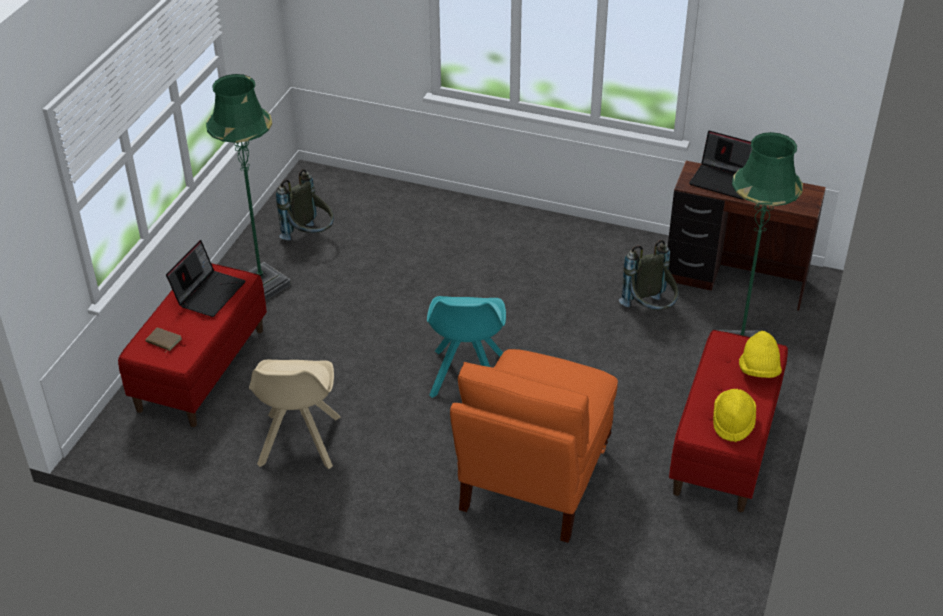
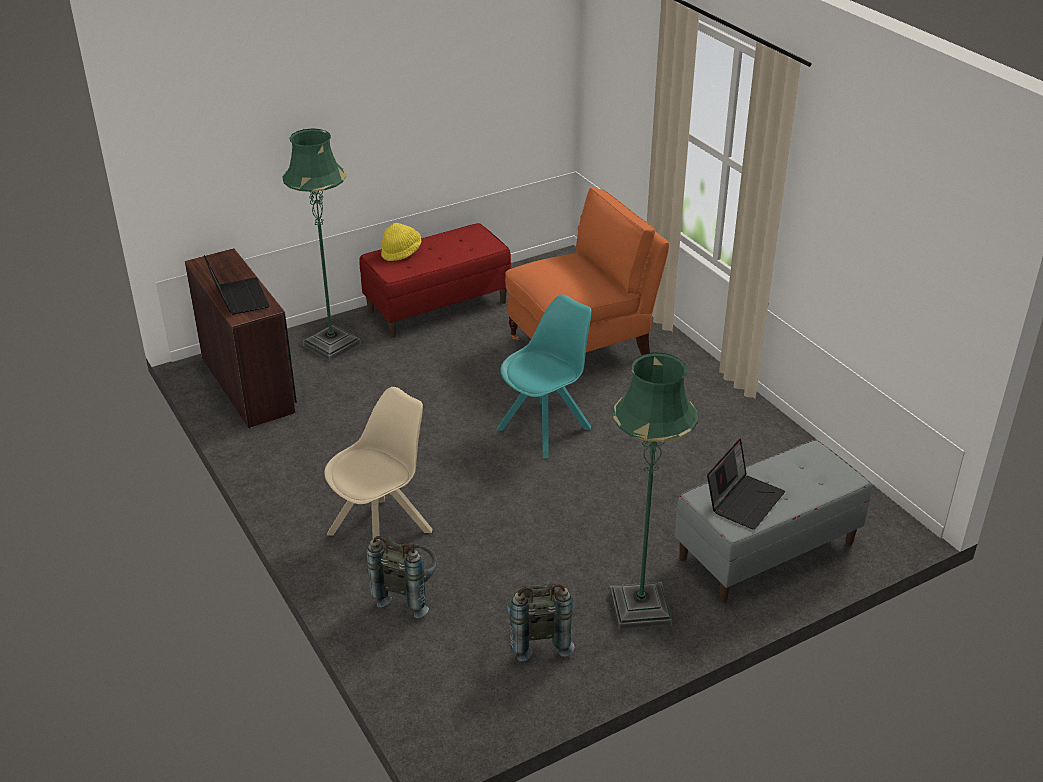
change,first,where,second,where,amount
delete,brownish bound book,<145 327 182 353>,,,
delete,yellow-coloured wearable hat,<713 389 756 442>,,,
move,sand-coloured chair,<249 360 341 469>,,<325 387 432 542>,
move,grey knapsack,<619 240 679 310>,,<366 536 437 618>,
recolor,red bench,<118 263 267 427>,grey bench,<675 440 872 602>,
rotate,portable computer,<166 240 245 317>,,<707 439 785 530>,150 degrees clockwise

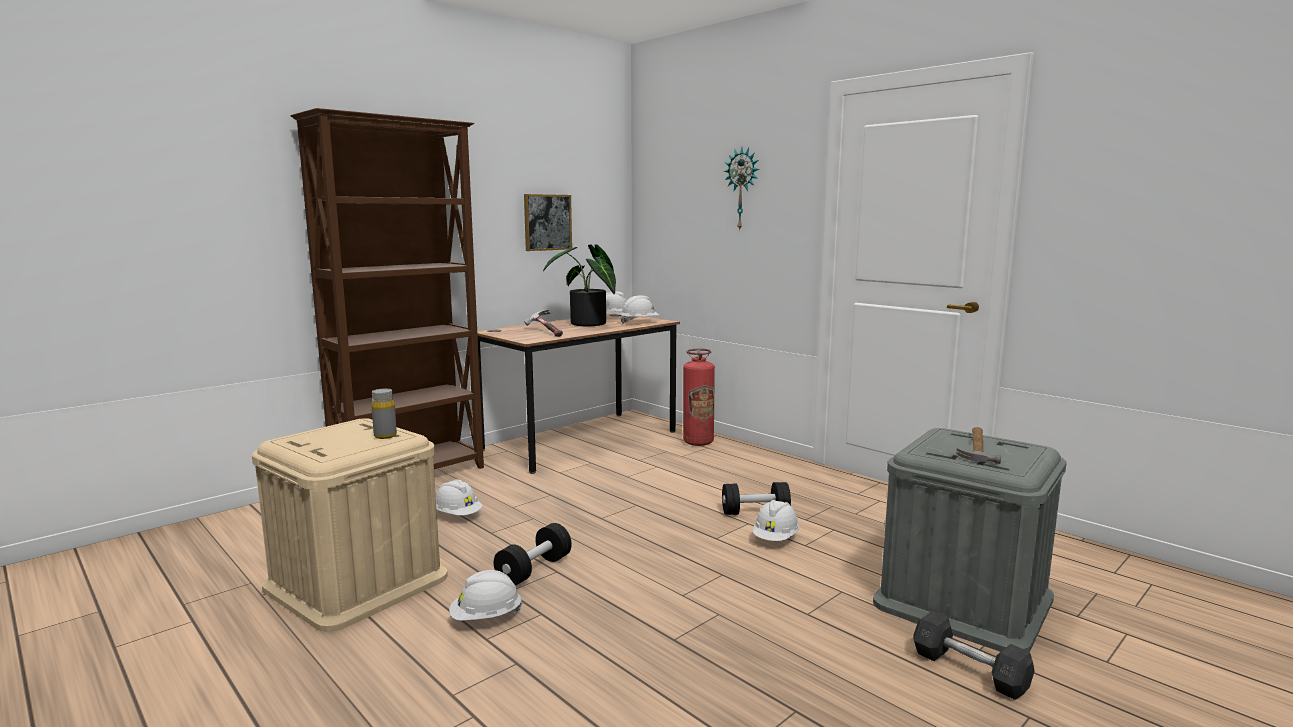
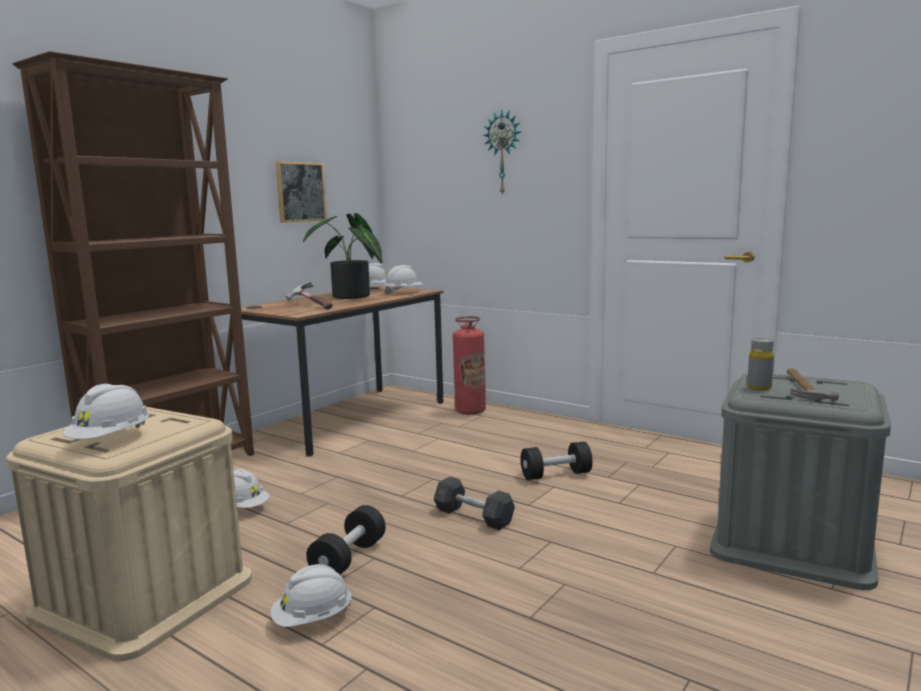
change,first,where,second,where,amount
move,grey bottle,<372 389 397 439>,,<747 338 774 390>,
move,whitish safety helmet,<753 500 799 541>,,<63 384 149 439>,
move,grey hand weight,<913 611 1035 700>,,<433 476 515 530>,

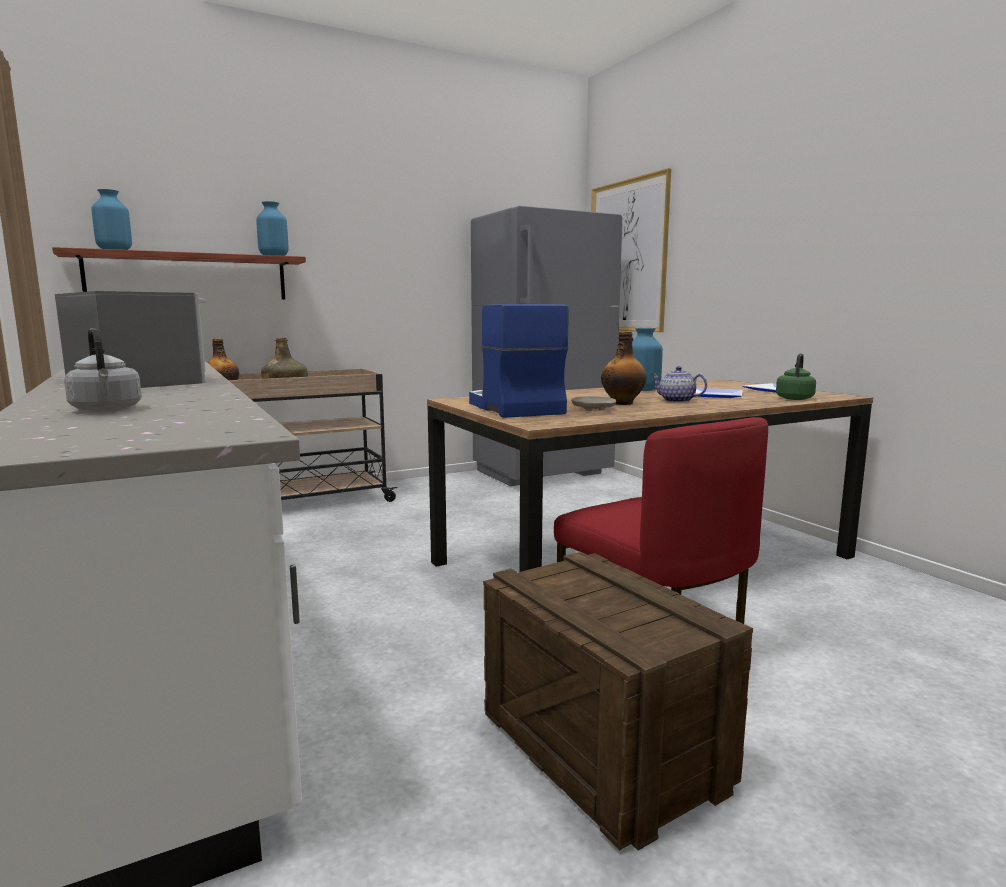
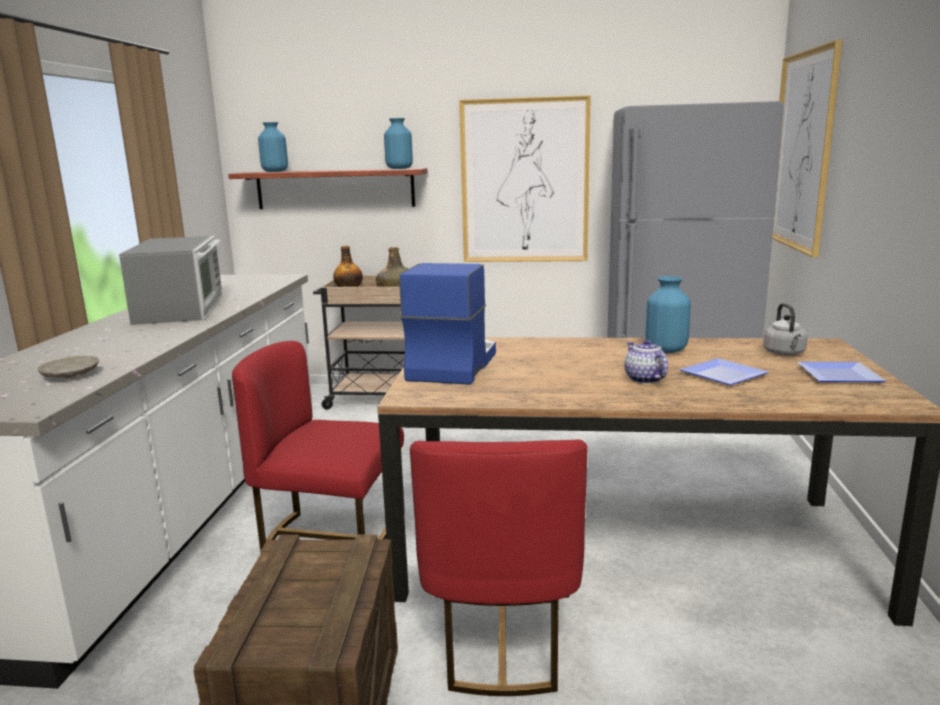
change,first,where,second,where,amount
delete,bottle,<601 331 647 405>,,,
delete,greenish kettle,<776 353 816 400>,,,
insert,,,red chair,<232 341 405 551>,
insert,,,wall art,<459 95 591 262>,
move,grey kettle,<64 328 142 412>,,<763 303 808 356>,
move,sand-coloured flat dish,<571 396 617 411>,,<38 356 99 379>,

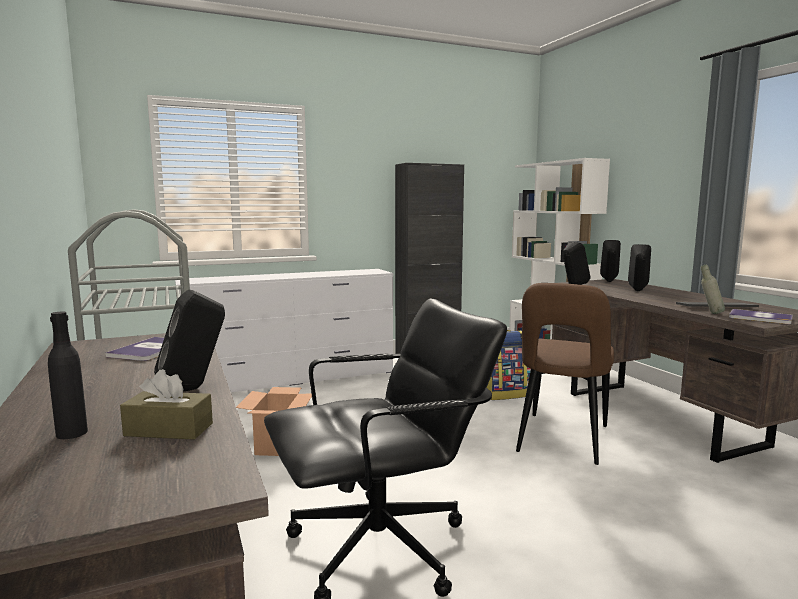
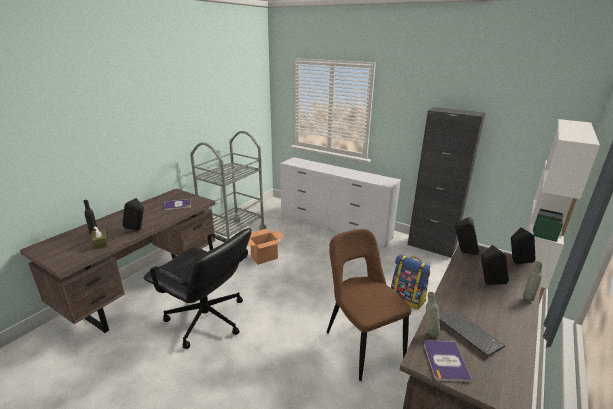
change,first,where,second,where,amount
insert,,,grey bottle,<523 262 542 301>,
rotate,brownish chair,<516 283 614 465>,,<327 229 411 381>,75 degrees clockwise

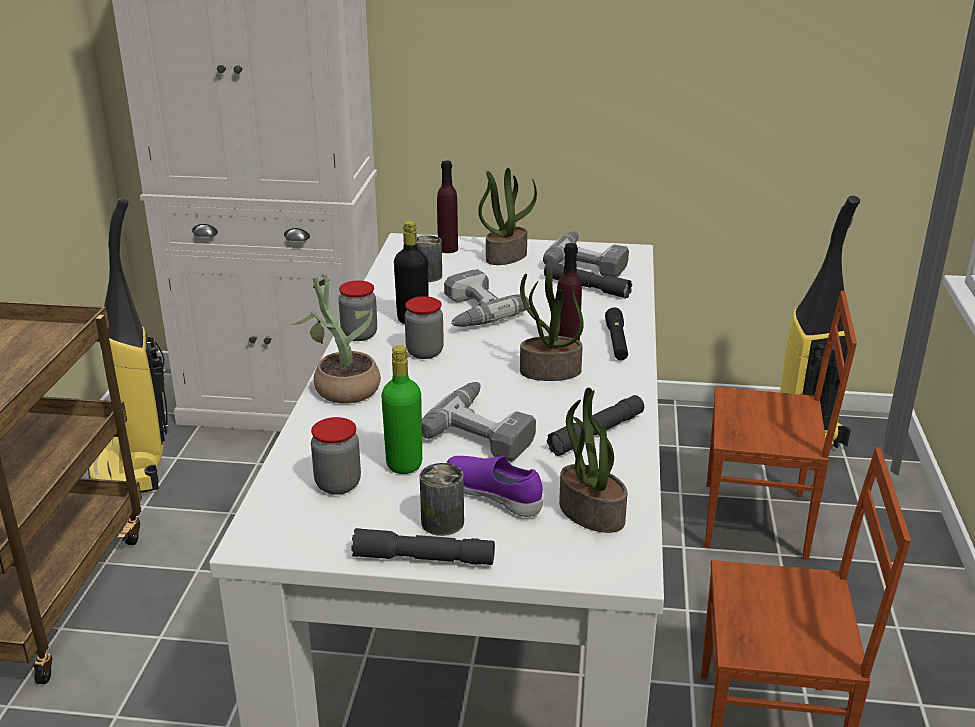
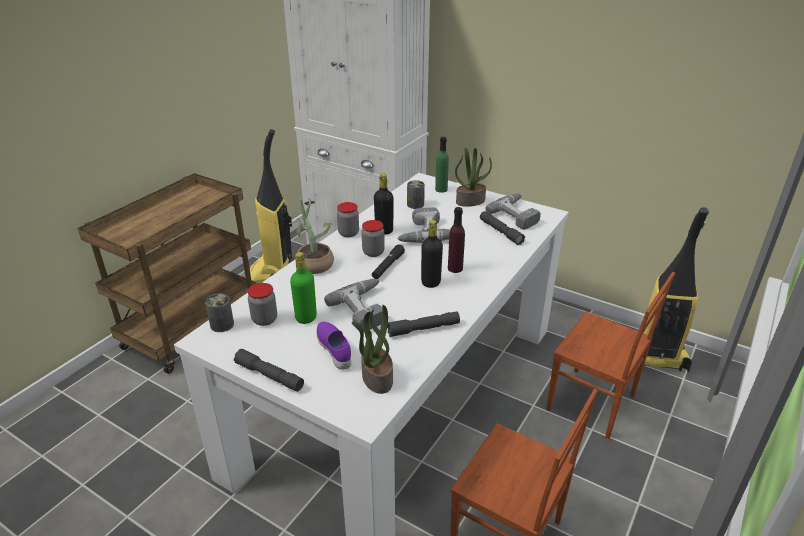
change,first,where,second,where,amount
move,metal can,<420 463 464 536>,,<205 293 234 332>,
move,black flashlight,<605 307 628 360>,,<372 244 405 279>,
replace,plant in a pot,<520 268 584 381>,black bottle,<421 220 443 288>,
recolor,purple bottle,<437 161 458 253>,greenish bottle,<435 137 449 193>,

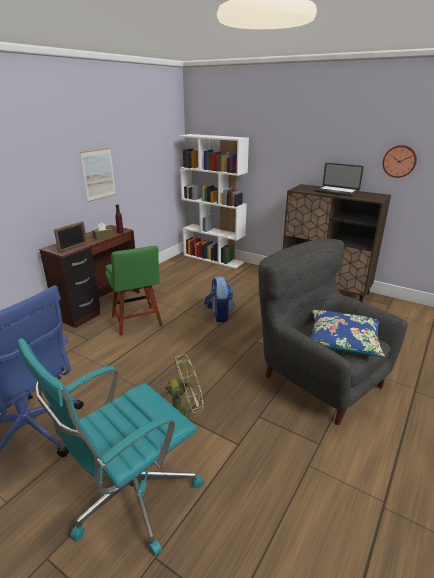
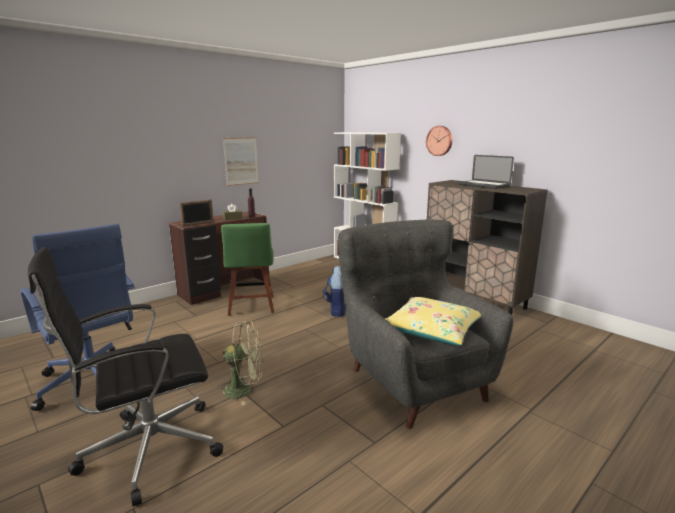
change,first,where,second,where,amount
move,clock on the wall,<383 145 417 178>,,<426 126 452 156>,
recolor,blue-green computer chair,<18 338 204 557>,black computer chair,<28 247 223 507>,
recolor,blue-coloured throw pillow,<310 310 385 357>,yellow-coloured throw pillow,<385 297 481 346>,

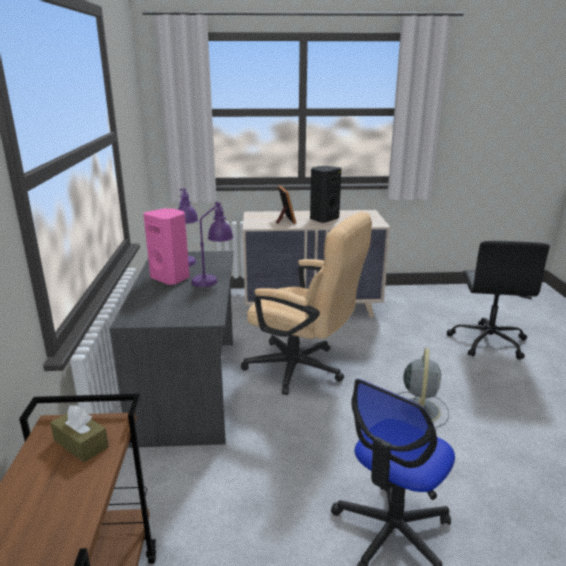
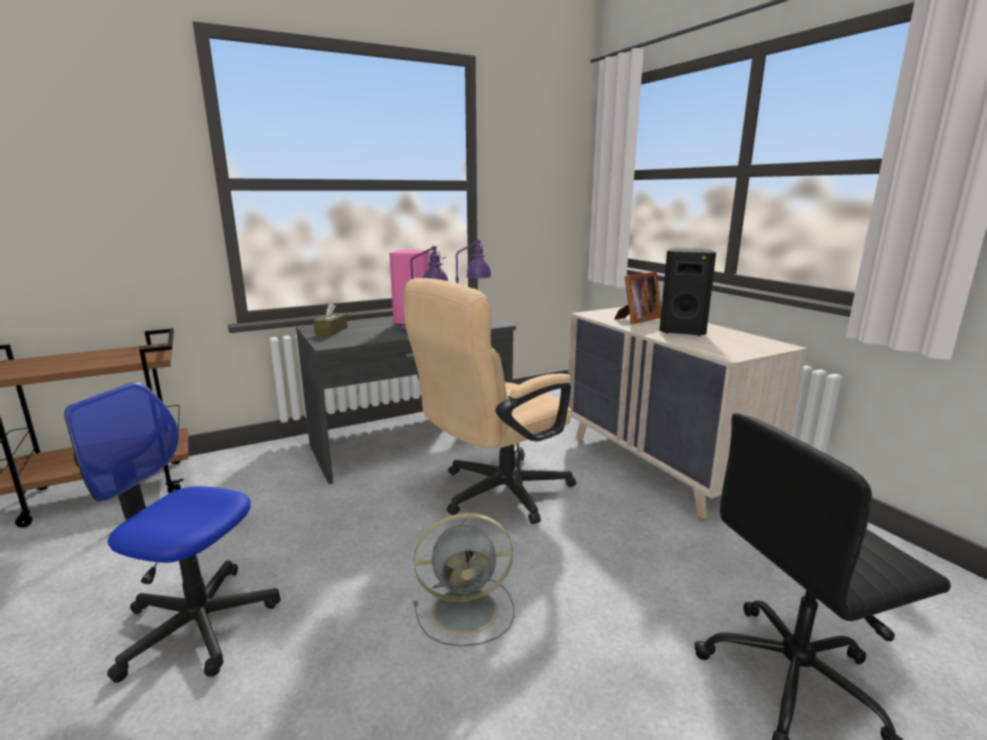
change,first,where,second,where,amount
move,brownish box of tissues,<50 405 109 463>,,<313 302 348 336>,
rotate,sand-coloured computer chair,<241 212 372 395>,,<403 278 576 524>,45 degrees clockwise

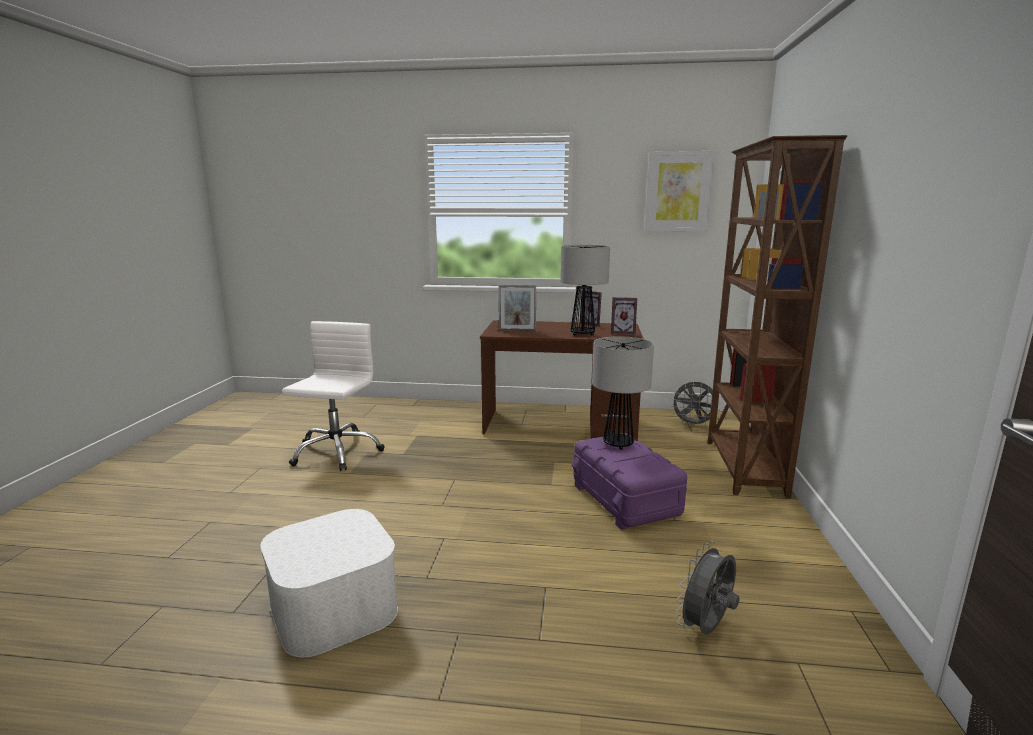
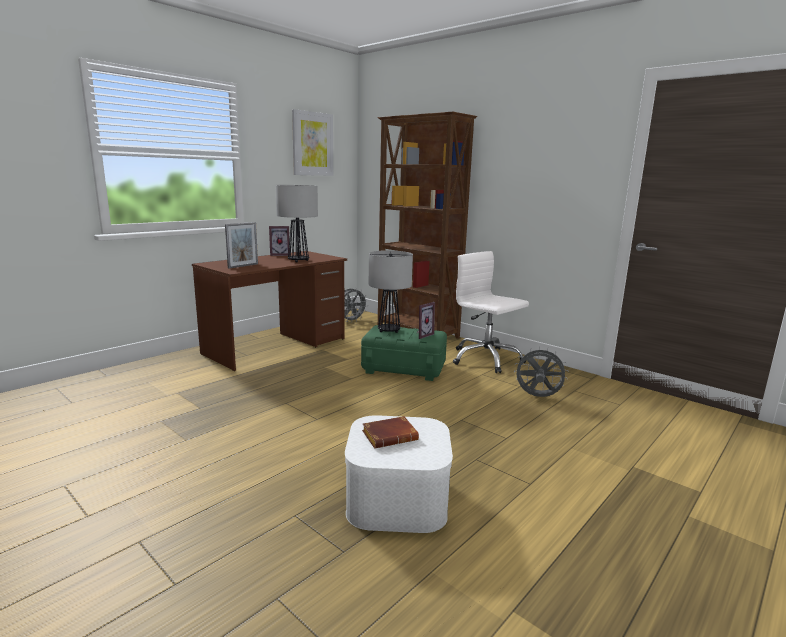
change,first,where,second,where,amount
insert,,,brownish bound book,<362 416 419 448>,
move,whitish computer chair,<282 321 385 471>,,<453 251 529 373>,
move,standing frame,<611 297 638 334>,,<417 302 435 339>,
recolor,purple storage container,<572 433 687 530>,greenish storage container,<361 325 447 381>,
rotate,grey cooling fan,<676 541 740 635>,,<514 346 569 397>,120 degrees clockwise

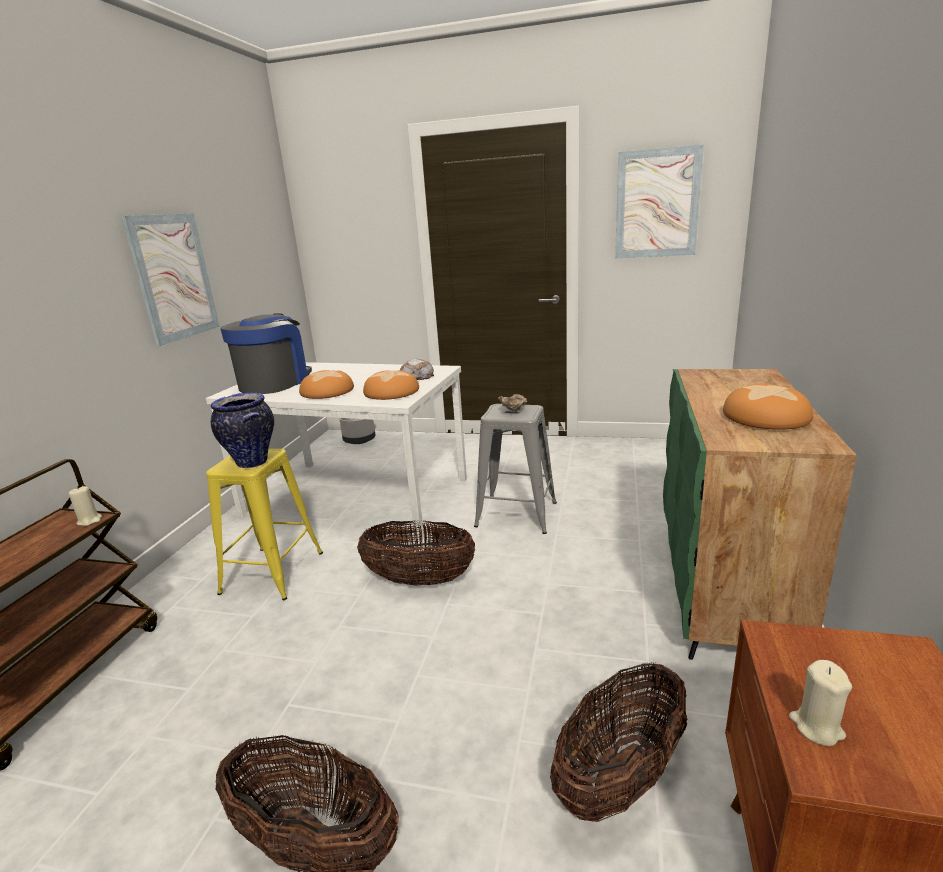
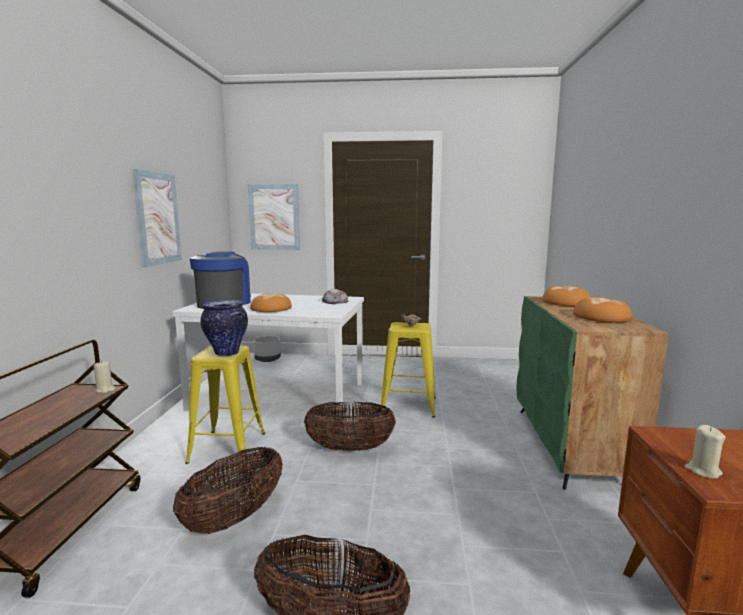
change,first,where,second,where,amount
move,baked bread,<363 370 419 400>,,<542 286 591 306>,
move,storage basket,<550 662 687 822>,,<173 447 283 534>,
move,wall art,<615 145 704 258>,,<248 184 300 250>,
recolor,grey stool seat,<474 404 557 534>,yellow-coloured stool seat,<381 322 436 417>,

